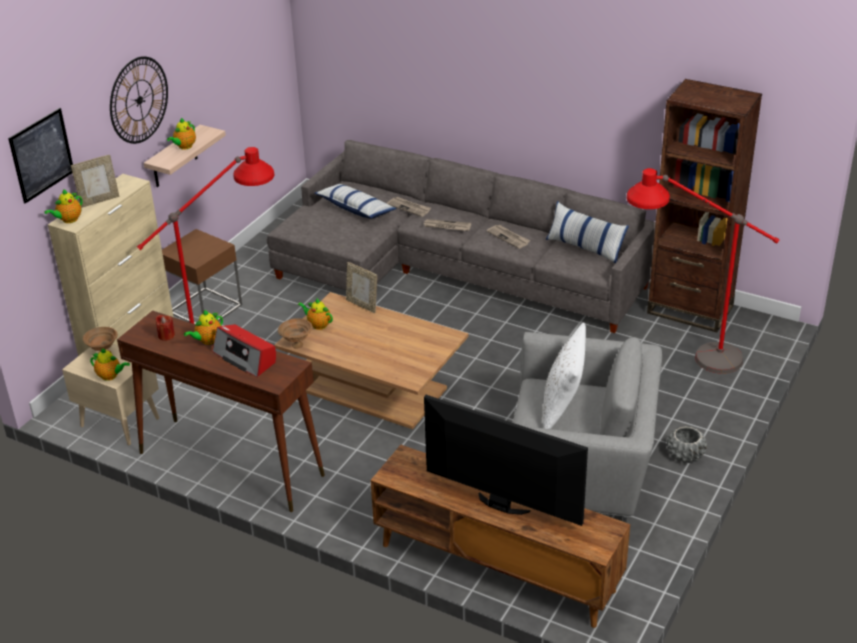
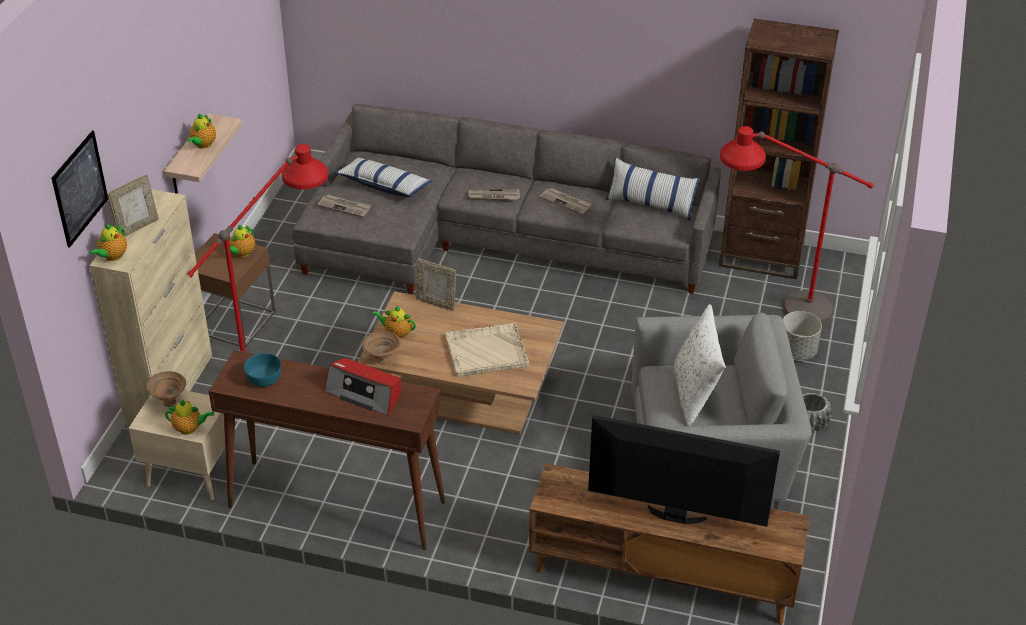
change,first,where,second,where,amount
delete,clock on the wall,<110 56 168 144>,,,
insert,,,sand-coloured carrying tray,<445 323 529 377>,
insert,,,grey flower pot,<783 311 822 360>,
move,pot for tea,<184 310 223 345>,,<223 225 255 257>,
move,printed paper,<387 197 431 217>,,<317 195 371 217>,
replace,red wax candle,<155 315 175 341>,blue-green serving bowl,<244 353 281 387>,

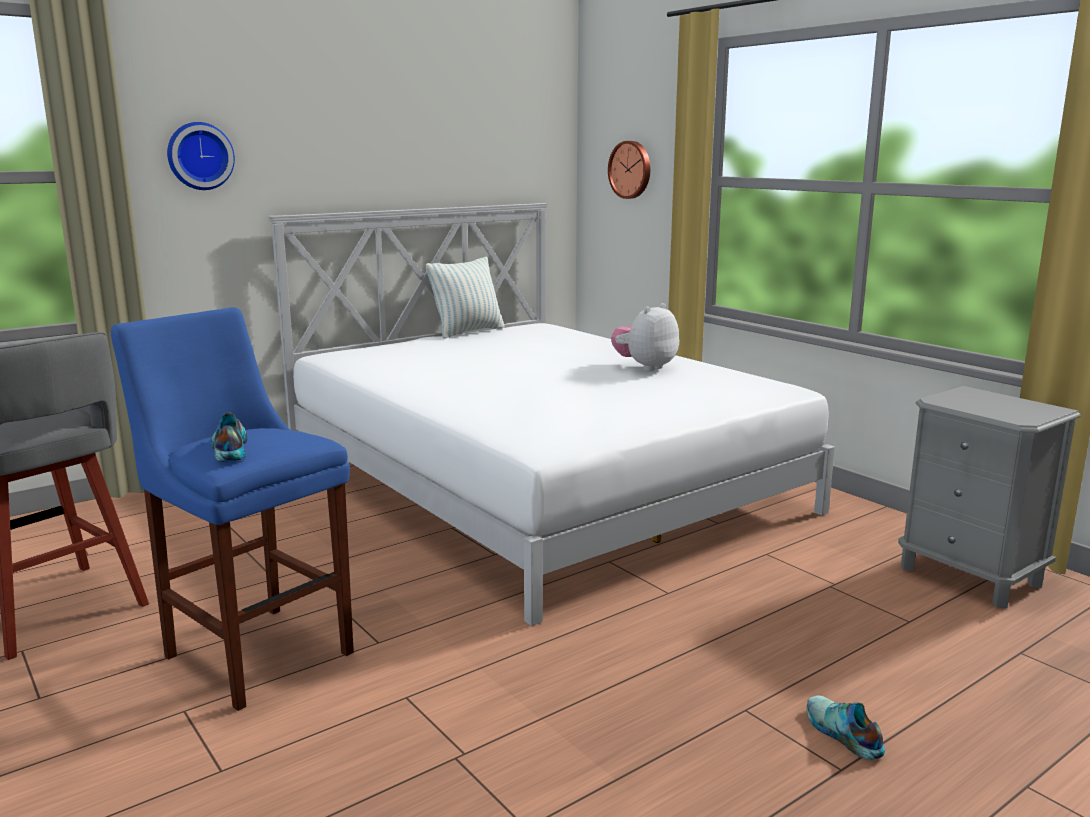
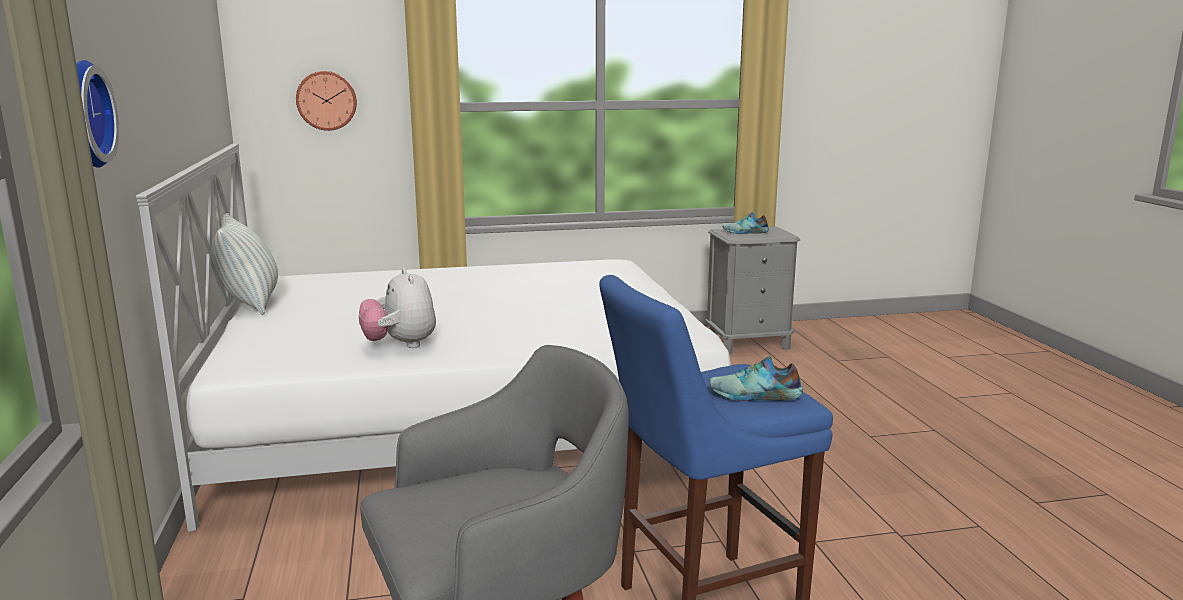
change,first,where,second,where,amount
move,soft toy,<611 303 679 371>,,<359 268 436 348>,
move,low shoe,<807 695 885 760>,,<723 212 769 234>,

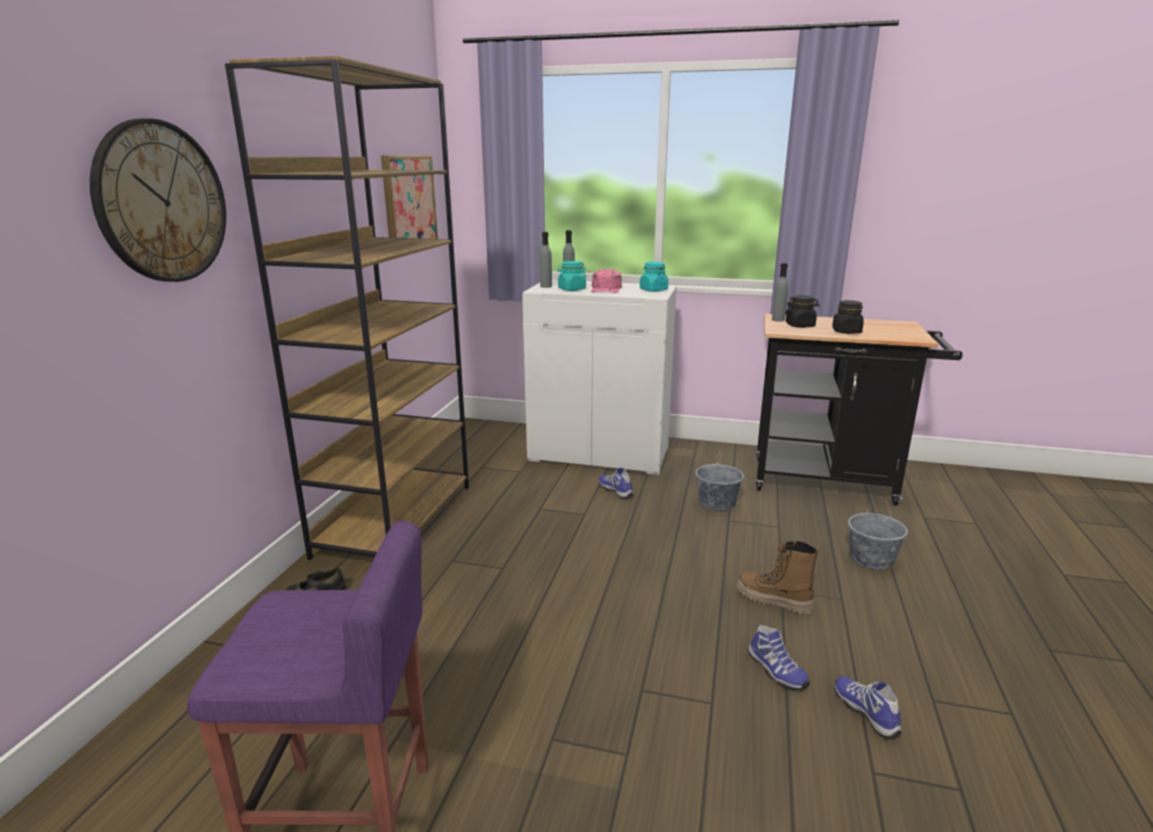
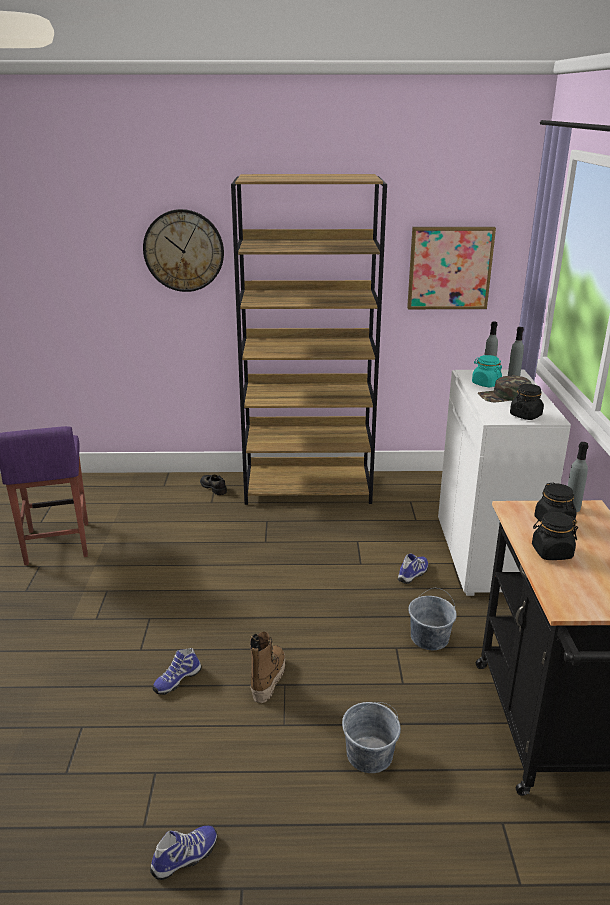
change,first,where,second,where,amount
move,low shoe,<834 676 901 740>,,<150 826 217 880>,
recolor,pink cap,<591 269 622 293>,greenish cap,<478 375 532 402>,
recolor,blue-green storage jar,<640 261 668 292>,black storage jar,<510 384 544 420>,

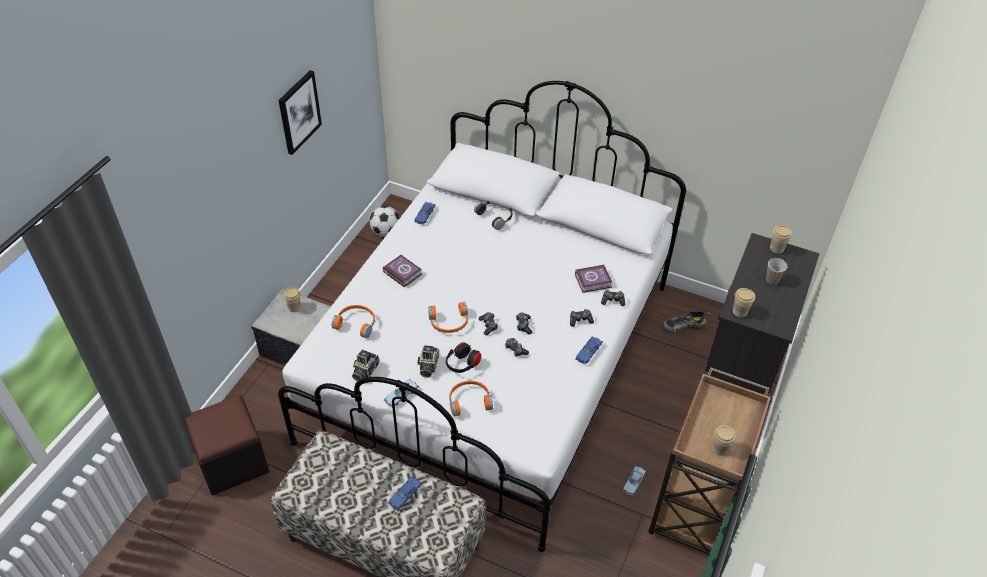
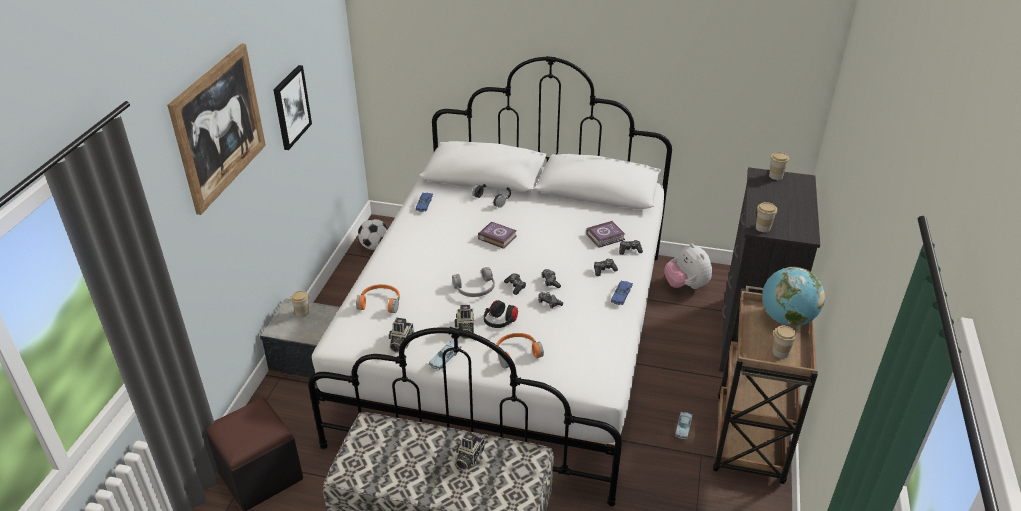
change,first,where,second,where,amount
delete,drinking cup,<766 258 787 285>,,,
insert,,,wall art,<167 43 266 215>,
insert,,,globe,<762 267 825 326>,
move,bound book,<383 255 422 288>,,<478 221 517 249>,
replace,blue-coloured toy car,<388 476 422 510>,still camera,<455 432 485 470>,
replace,low shoe,<663 311 710 333>,soft toy,<664 244 712 289>,
recolor,orangey headphones,<429 302 468 333>,grey headphones,<452 267 495 297>,

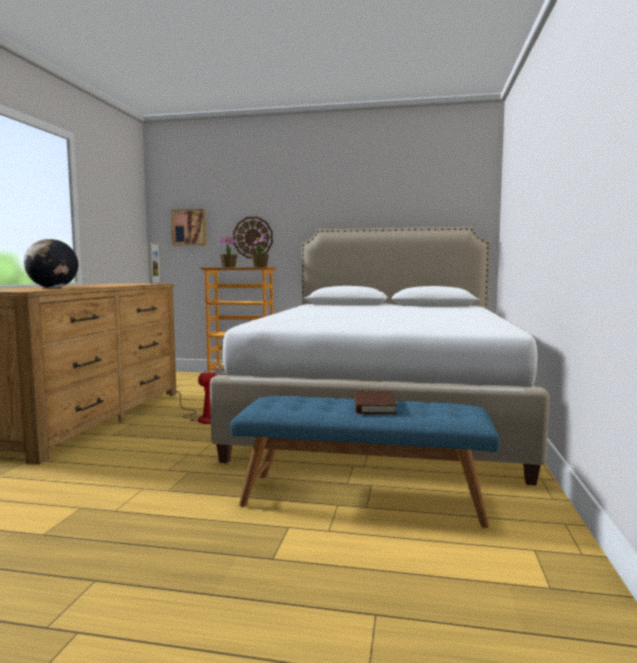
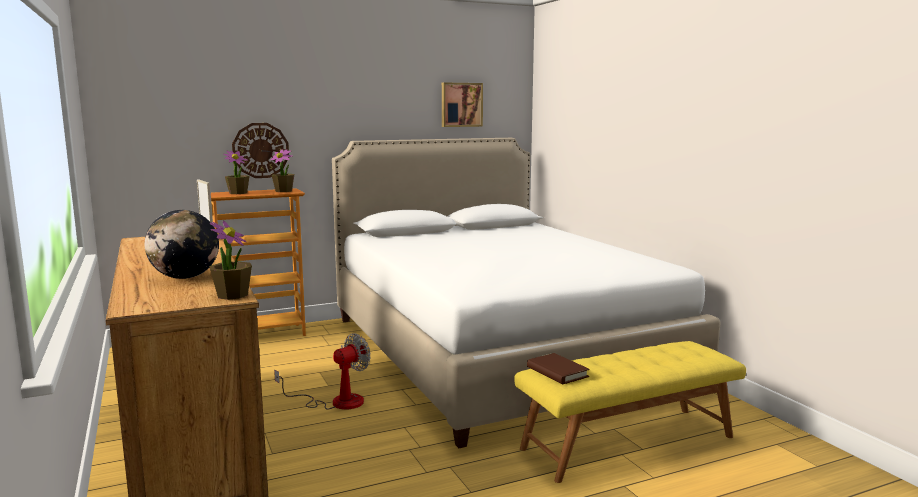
change,first,where,second,where,amount
insert,,,plant in a pot,<209 221 252 300>,
move,wall art,<171 209 207 246>,,<442 83 483 127>,
move,brownish bound book,<354 391 397 414>,,<527 353 590 384>,
recolor,blue-coloured bench,<230 396 500 528>,yellow-coloured bench,<514 341 746 483>,

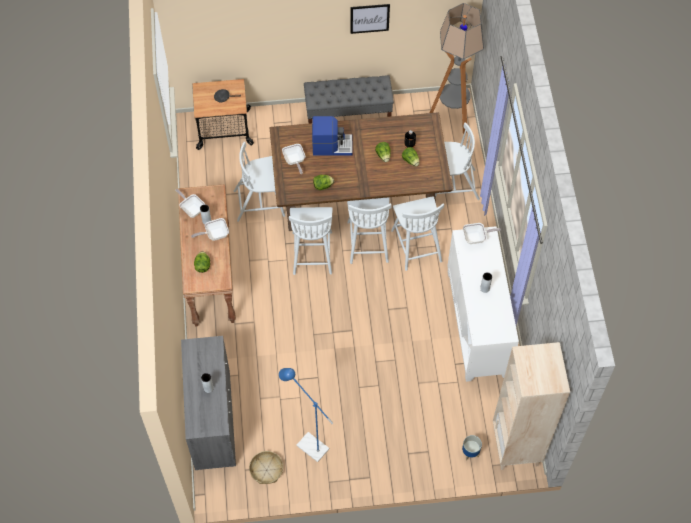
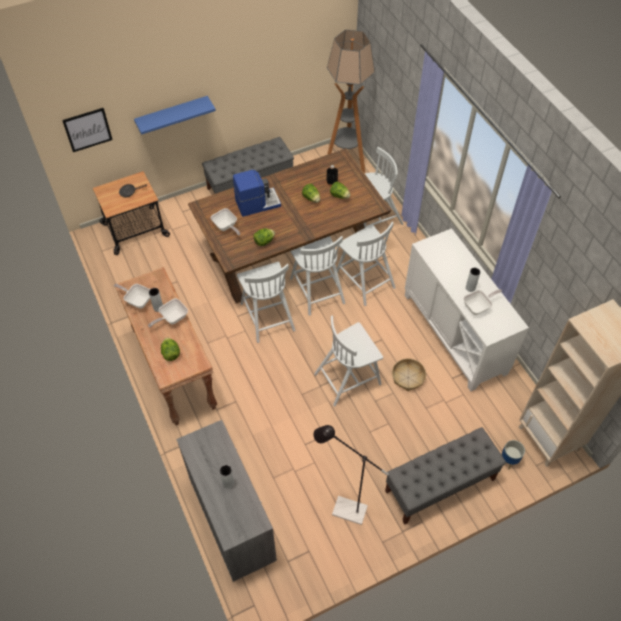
change,first,where,second,where,amount
insert,,,blue-coloured wall shelf,<134 96 216 135>,
insert,,,grey bench,<385 427 506 525>,
move,whitish chair,<234 142 285 222>,,<314 315 383 407>,
move,storage basket,<249 451 283 484>,,<392 358 426 391>,
move,wall art,<350 4 390 34>,,<62 108 112 152>,
move,frying pan,<463 223 501 244>,,<463 289 502 315>,
recolor,blue-coloured floor lamp,<279 368 333 462>,black floor lamp,<314 425 389 525>,

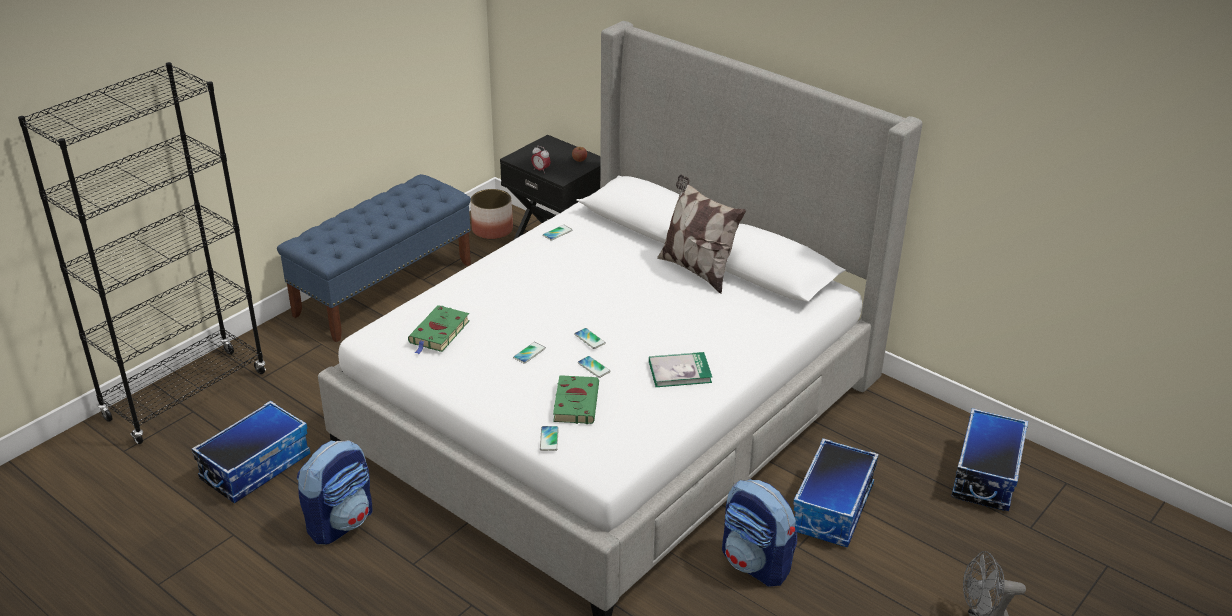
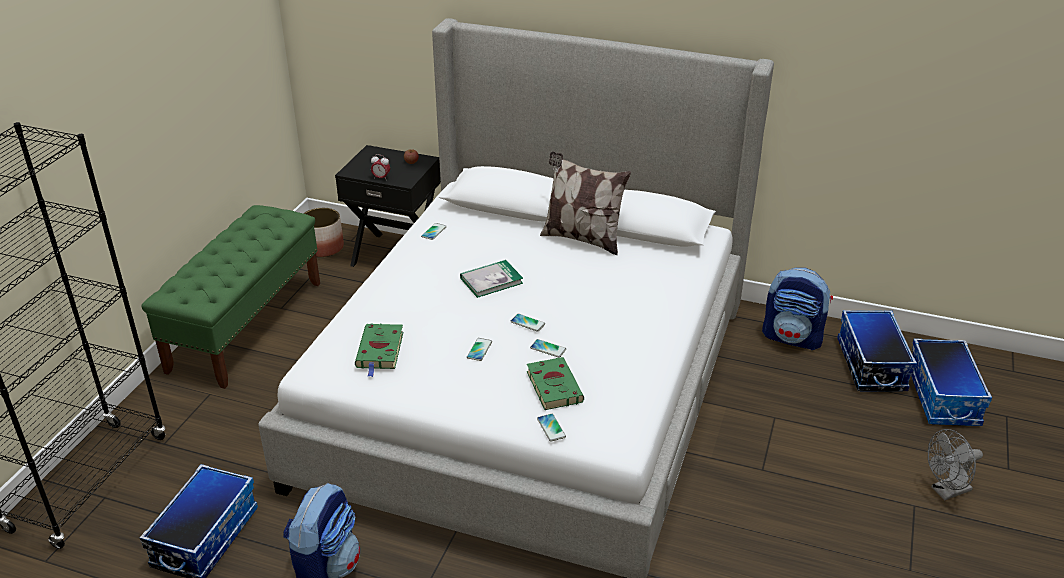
change,first,where,second,where,amount
move,bound book,<649 352 712 387>,,<460 260 523 298>,
move,knapsack,<722 479 797 587>,,<762 268 833 350>,
move,storage container,<793 438 879 547>,,<911 338 992 426>,
recolor,blue-coloured bench,<277 174 471 342>,greenish bench,<142 205 320 389>,

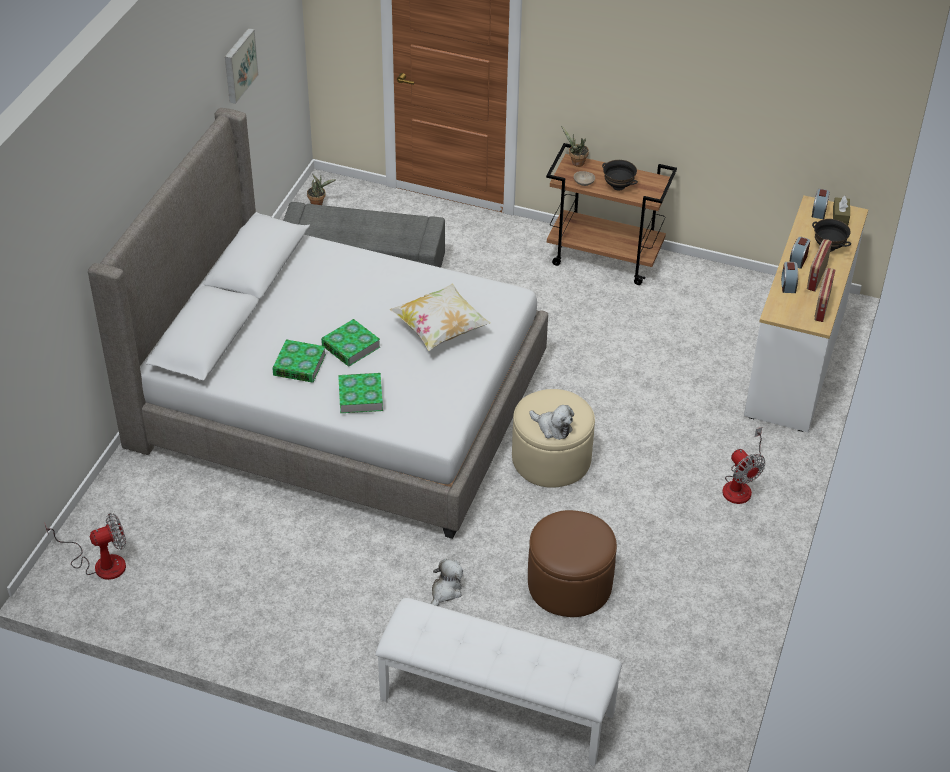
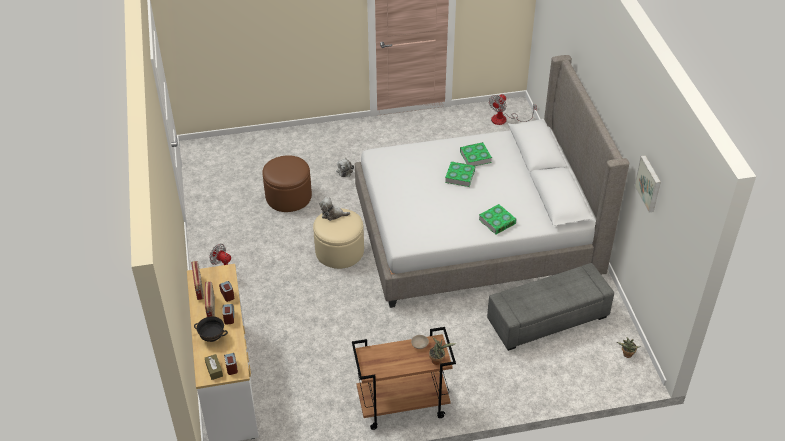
change,first,where,second,where,amount
delete,whitish bench,<376 598 622 766>,,,
delete,throw pillow,<390 283 491 351>,,,
delete,black serving bowl,<602 160 638 191>,,,
move,bound book,<338 373 383 413>,,<479 204 516 235>,

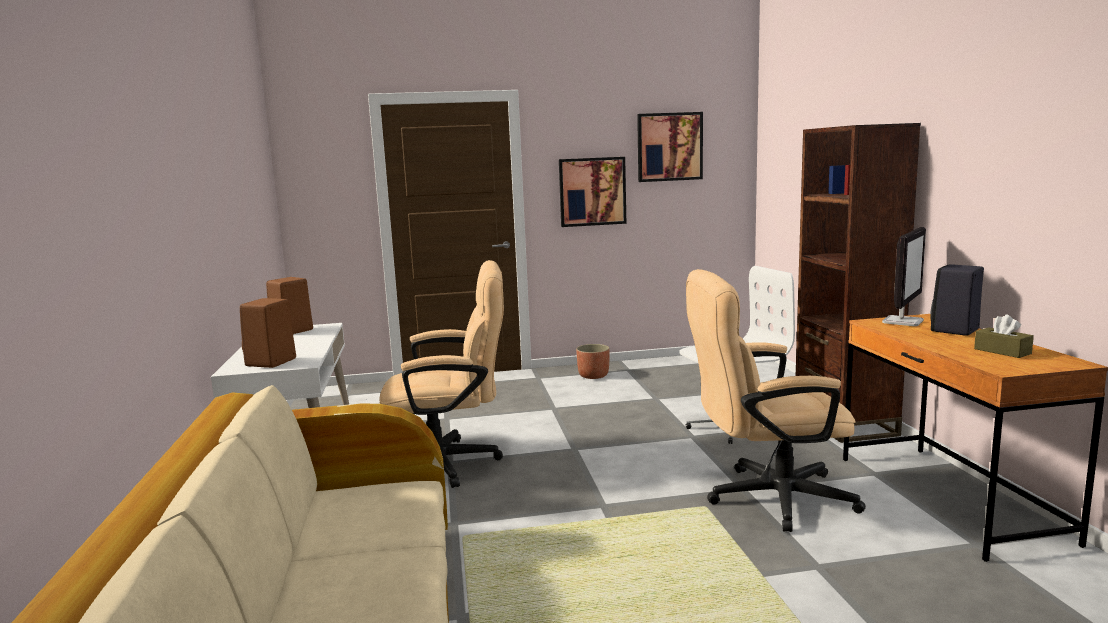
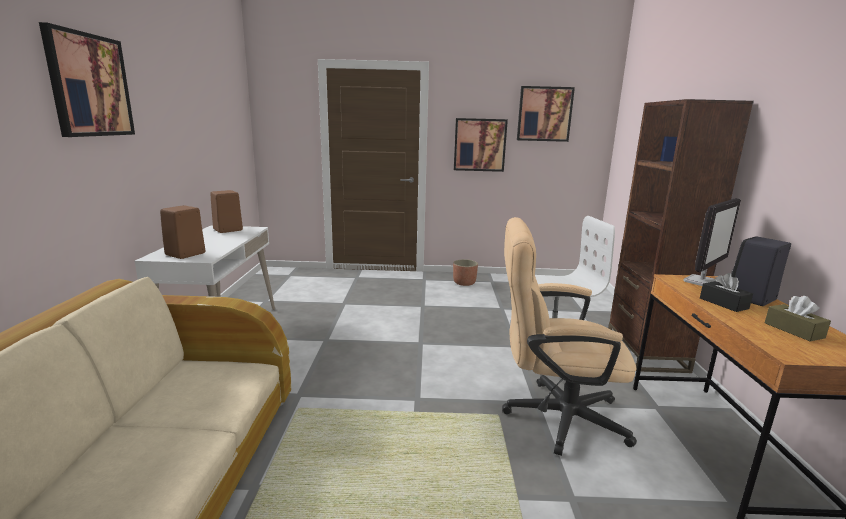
change,first,where,second,where,amount
delete,sand-coloured computer chair,<379 260 504 488>,,,
insert,,,wall art,<39 22 135 137>,
insert,,,black box of tissues,<700 273 753 312>,

